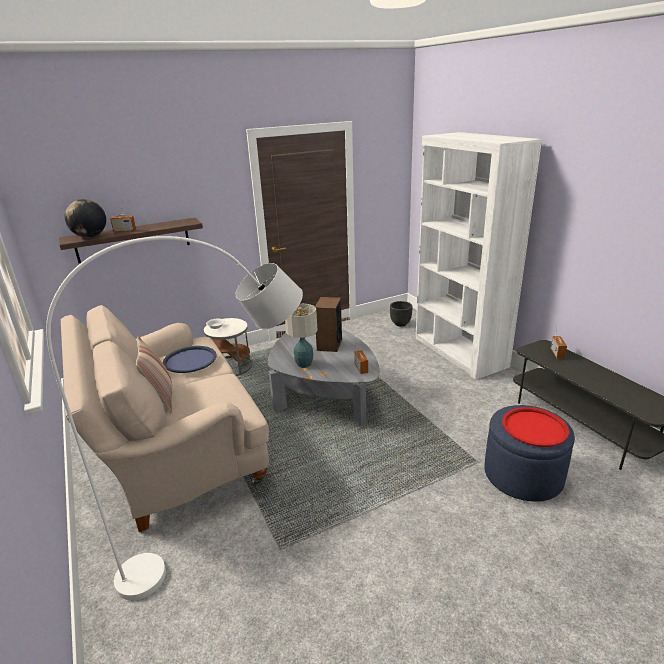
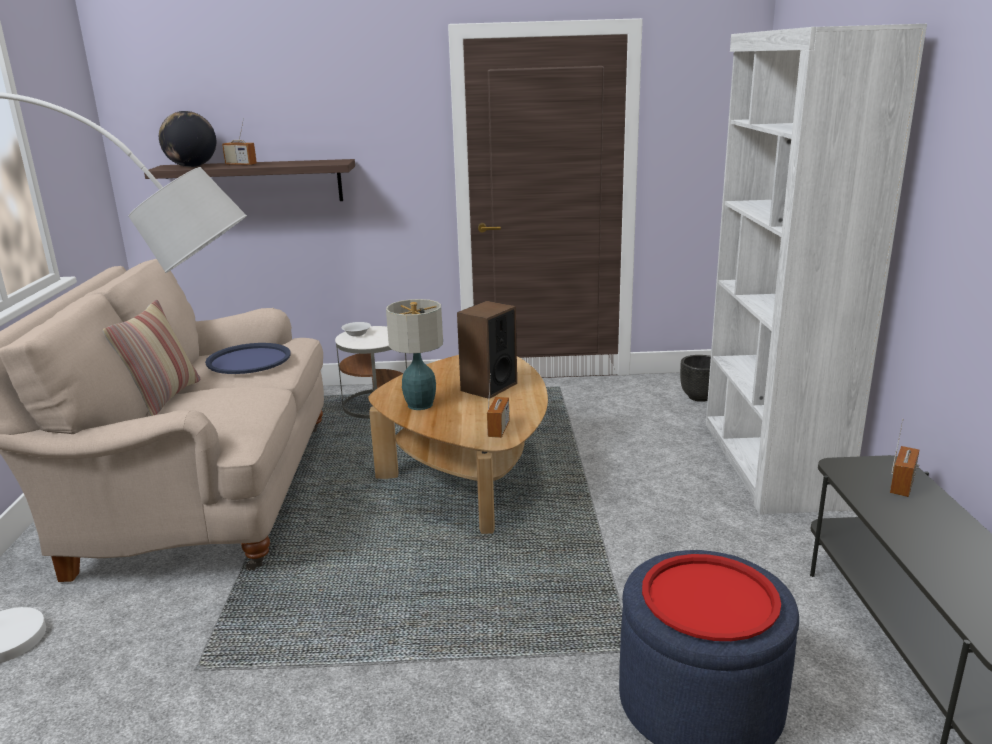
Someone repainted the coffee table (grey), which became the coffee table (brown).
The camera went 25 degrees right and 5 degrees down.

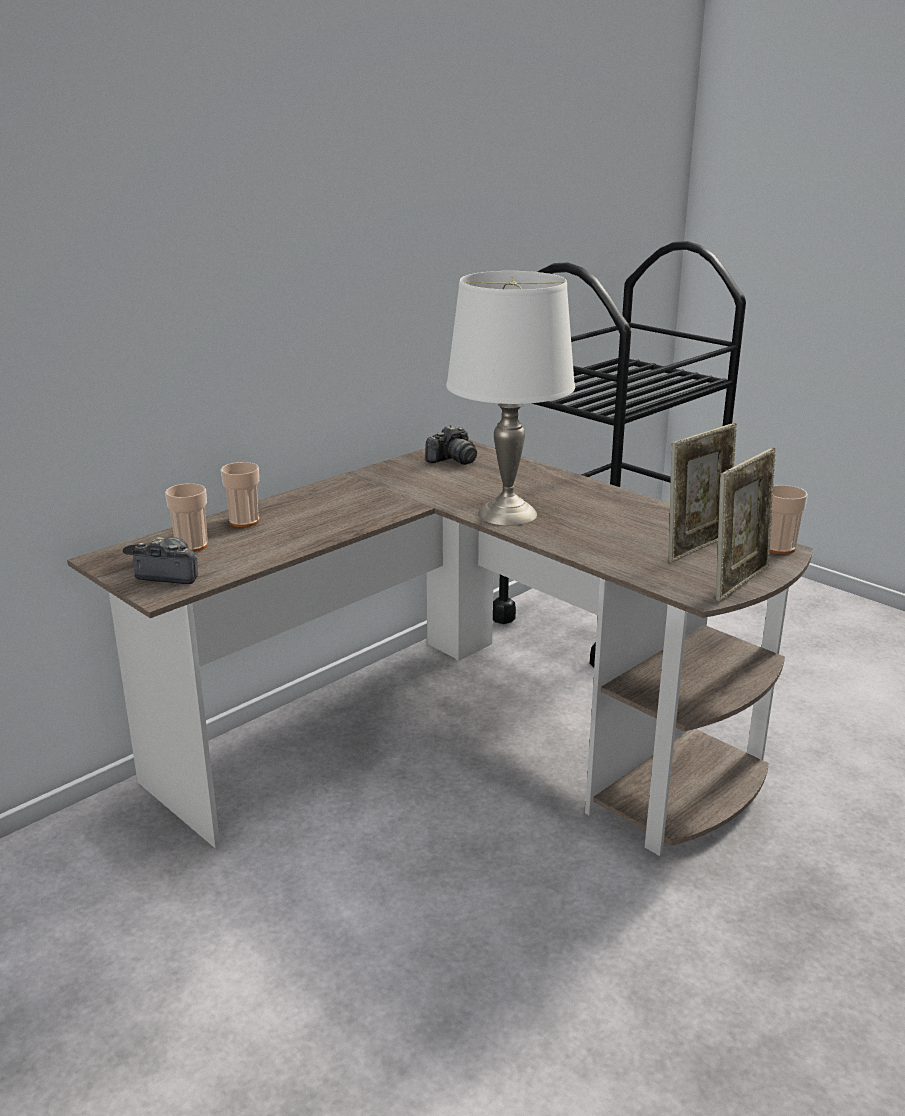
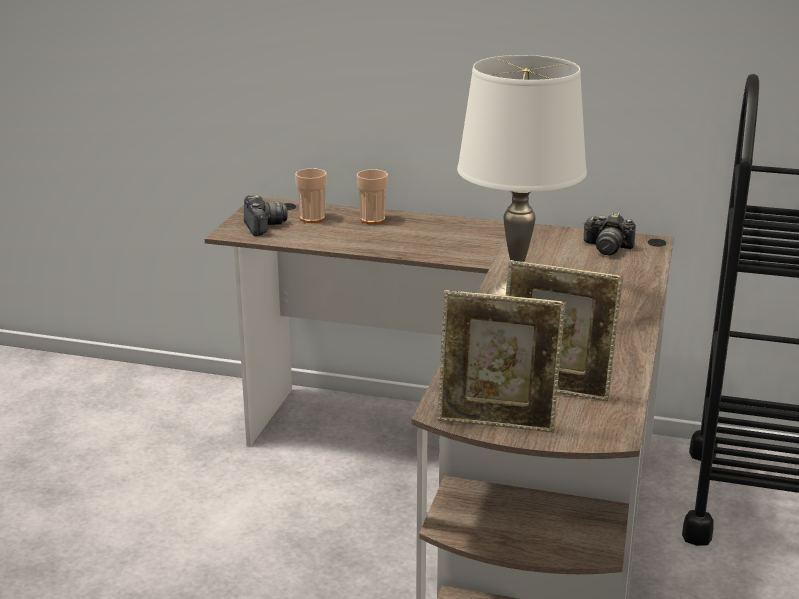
Someone took away the cup (no. 3 from left).
The camera went 60 degrees right and 0 degrees up.

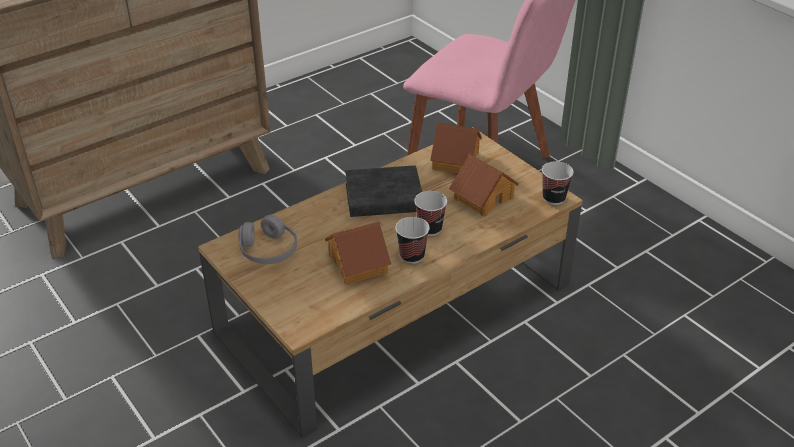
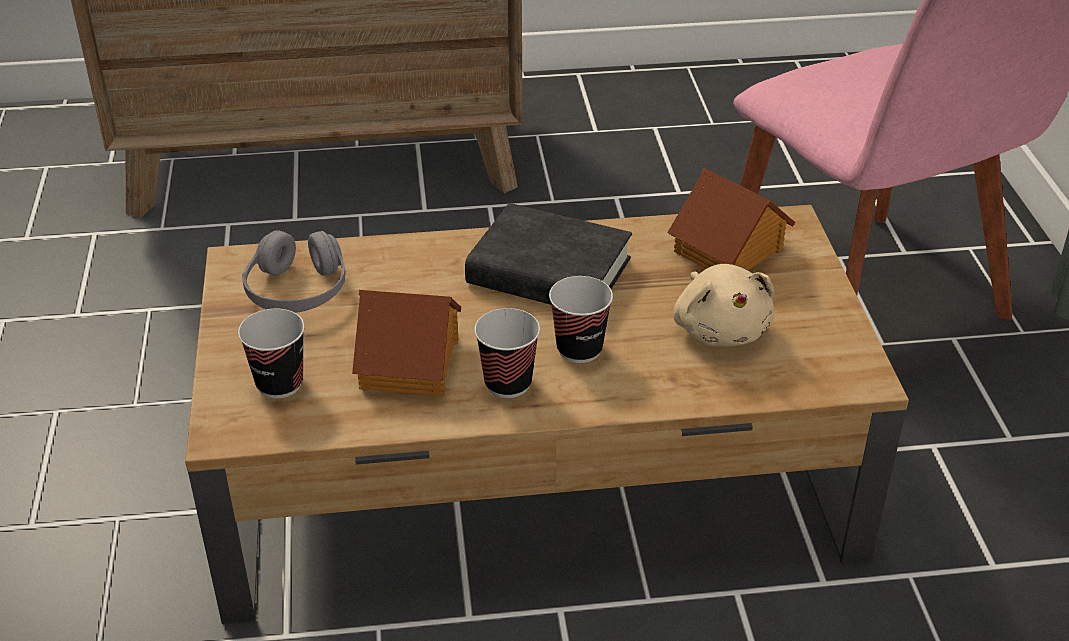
Someone swapped the toy house (no. 3 from left) for the plush toy (beige).
Someone carried the cup (no. 3 from left in the first image).
The camera went 30 degrees right and 0 degrees up.

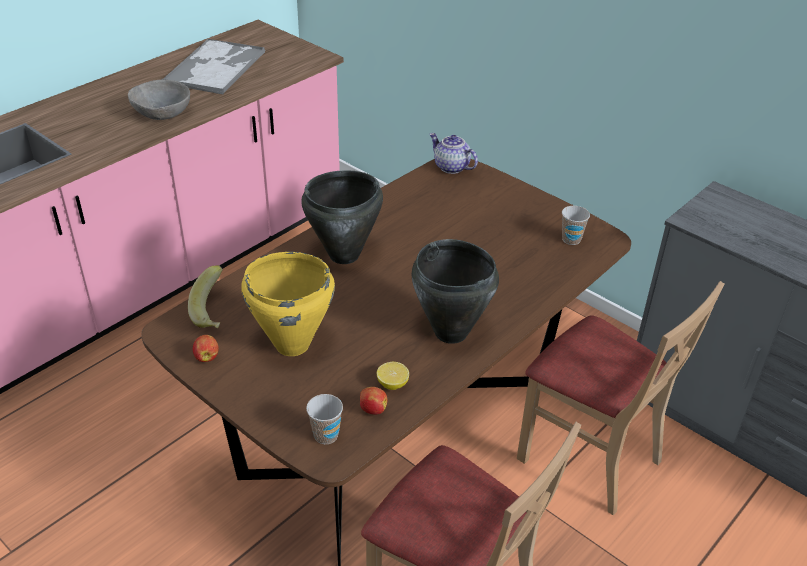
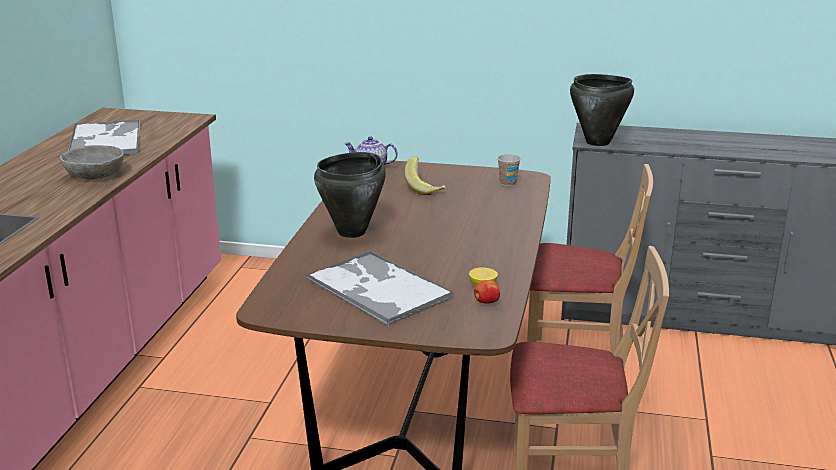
Someone carried the banana.
Someone took away the apple (no. 1 from left).
Someone swapped the cooking pot (yellow) for the tray (no. 2 from left).
Someone took away the cup (no. 1 from left).
Someone carried the cooking pot (black) (no. 2 from left).
The camera went 30 degrees left and 15 degrees down.

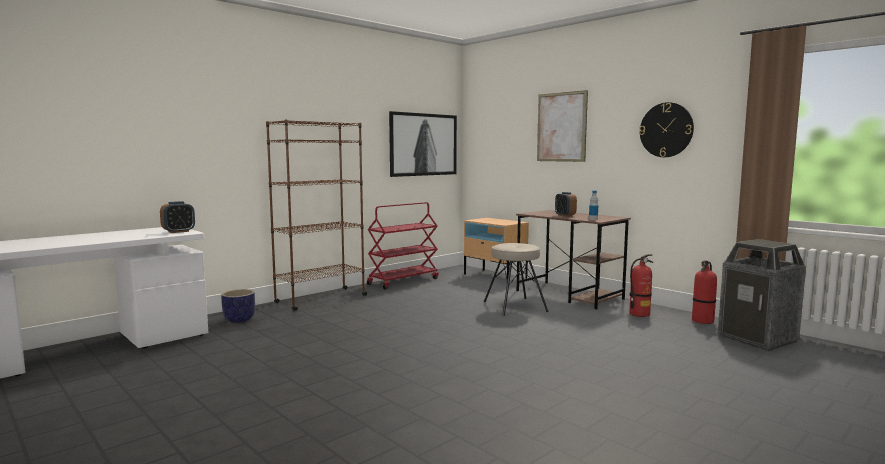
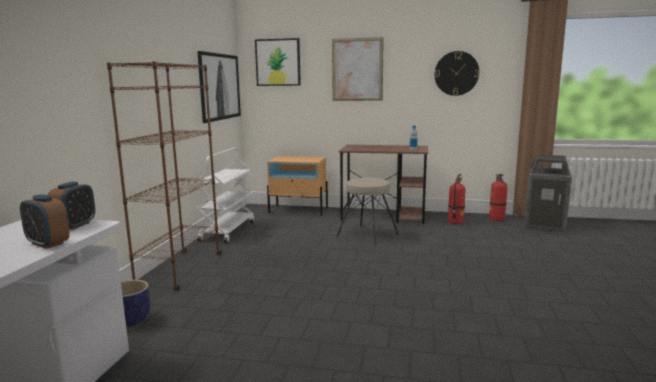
Someone repainted the cart (red), which became the cart (white).
Someone carried the alarm clock (no. 2 from left in the first image).
Someone put up the picture (no. 2 from left).
The camera went 35 degrees left and 5 degrees up.

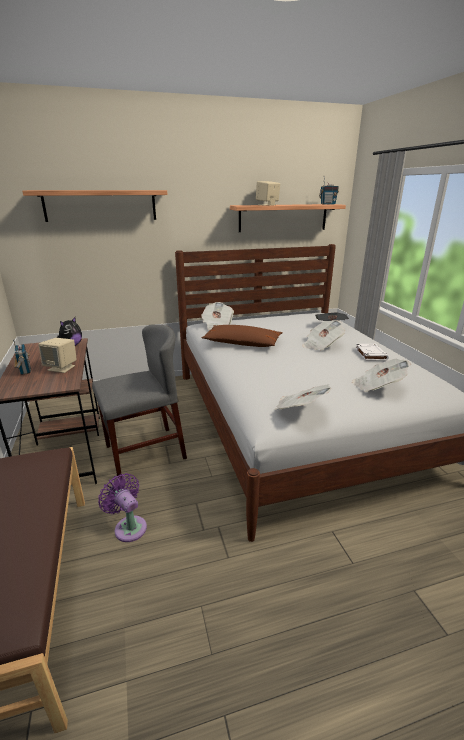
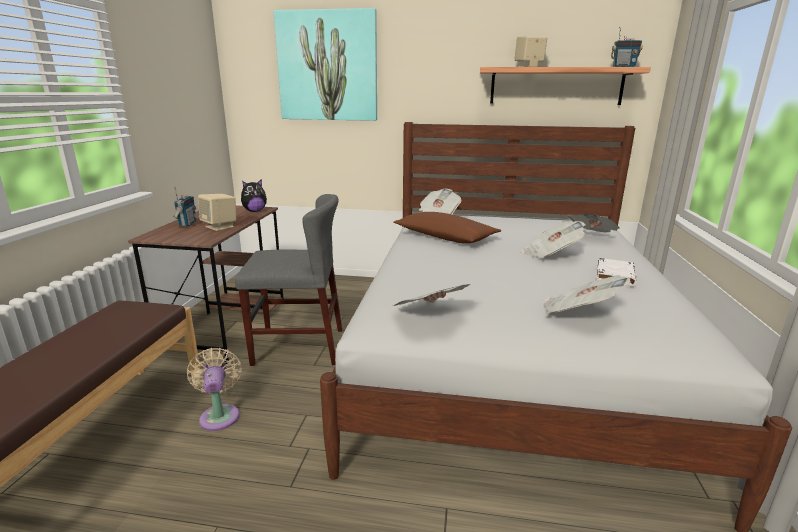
Someone swapped the shelf (no. 1 from left) for the picture.
Someone repainted the fan (purple), which became the fan (beige).
The camera went 25 degrees right and 5 degrees down.

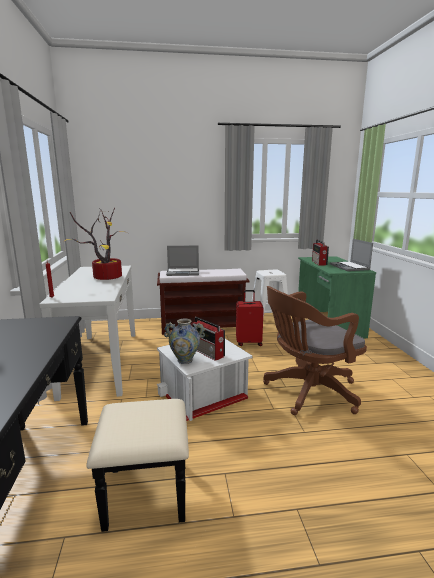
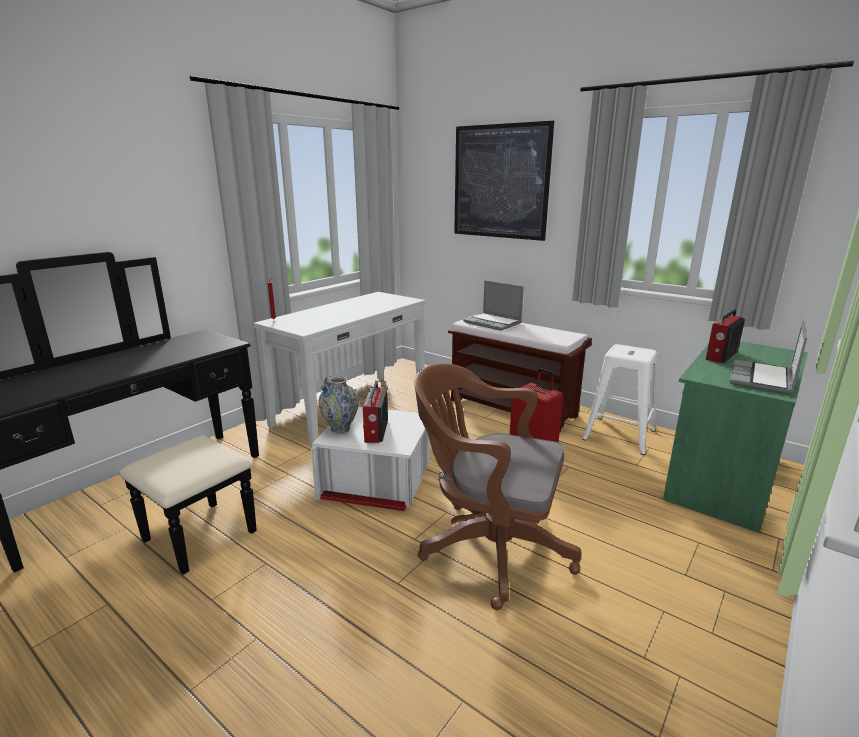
Someone took away the potted plant.
Someone put up the picture.
The camera went 45 degrees right and 5 degrees up.

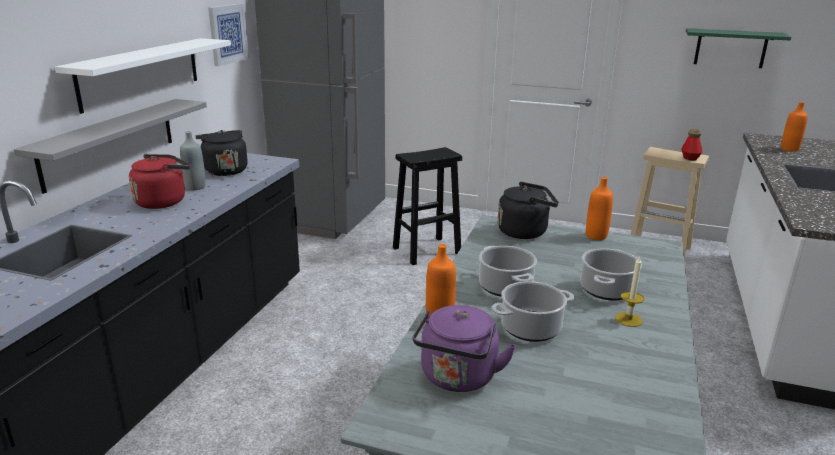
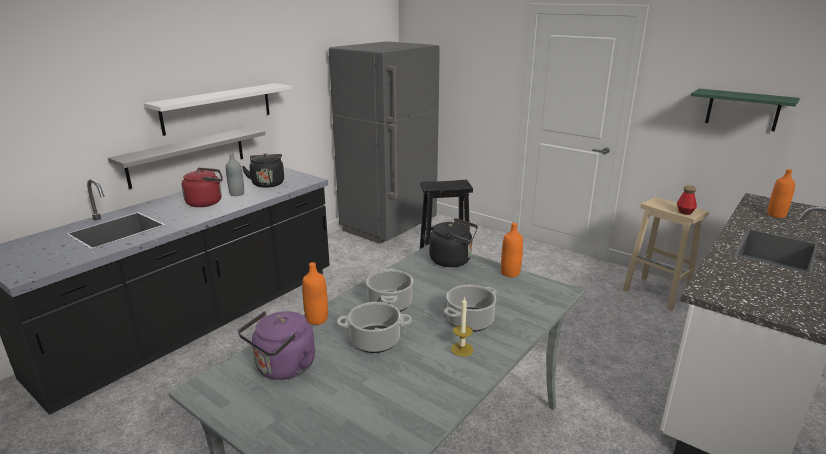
Someone took away the picture.
The camera went 20 degrees right and 0 degrees up.

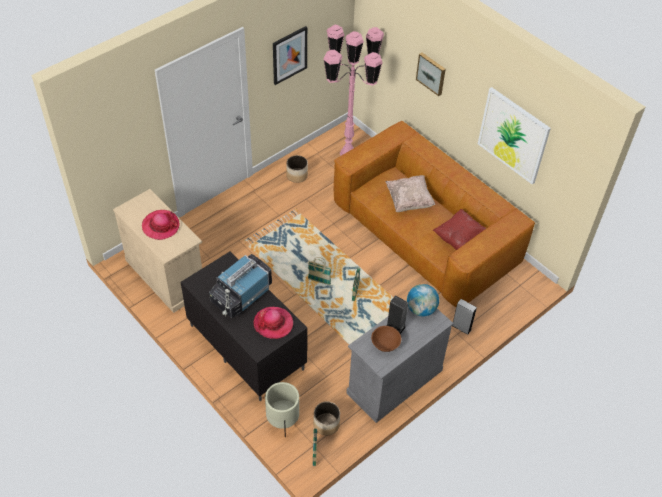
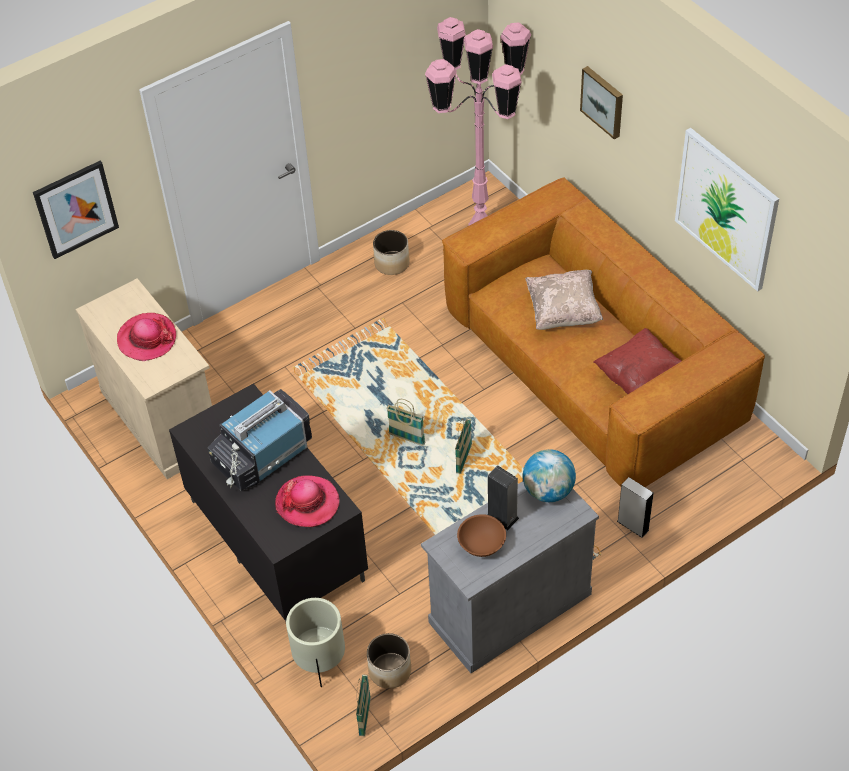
Someone carried the picture (no. 1 from left).
The camera went 10 degrees right and 0 degrees up.

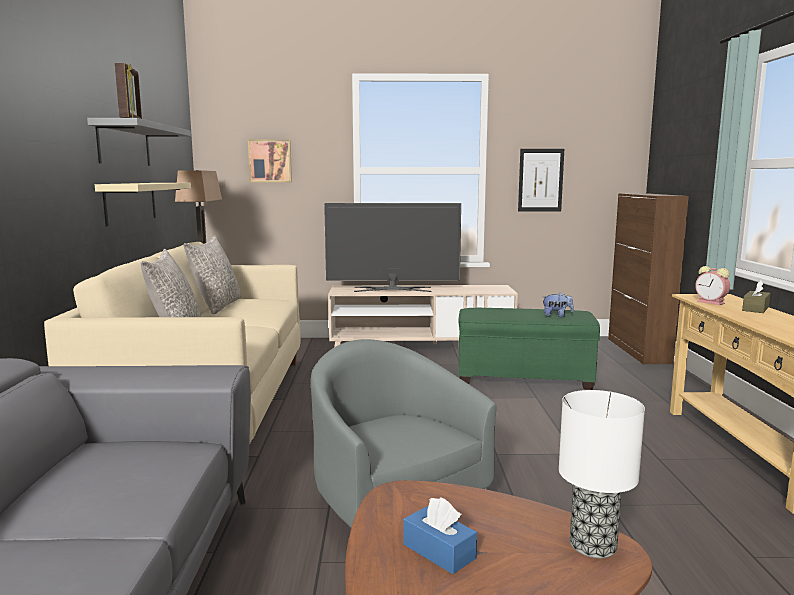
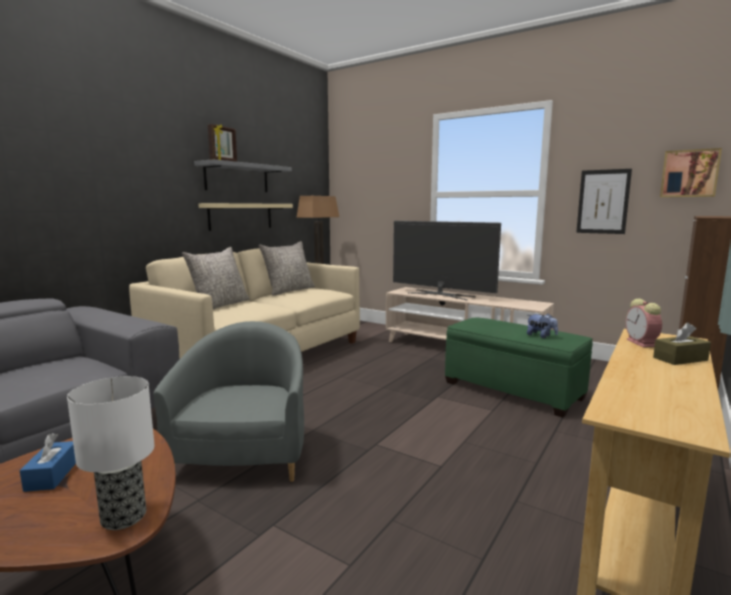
Someone carried the picture (no. 1 from left in the first image).
The camera went 35 degrees right and 0 degrees up.

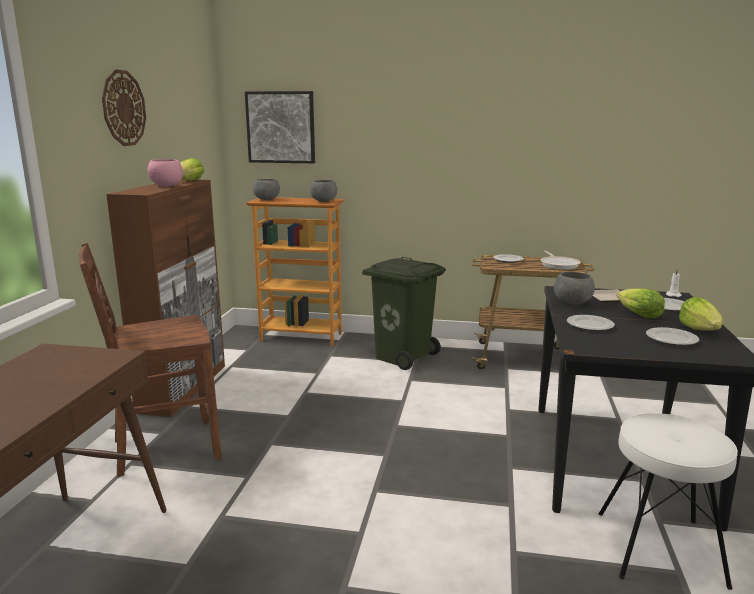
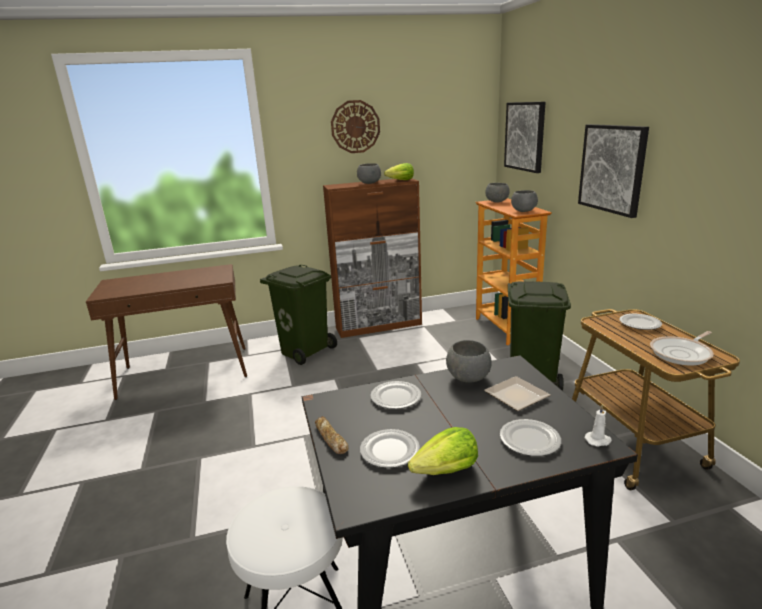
Someone swapped the chair (brown) for the trash can (green) (no. 1 from left).
Someone repainted the bowl (pink), which became the bowl (grey) (no. 1 from left).
Someone took away the lettuce (no. 2 from left).
Someone put down the bread.
Someone put up the picture (no. 2 from left).
The camera went 65 degrees right and 5 degrees up.

